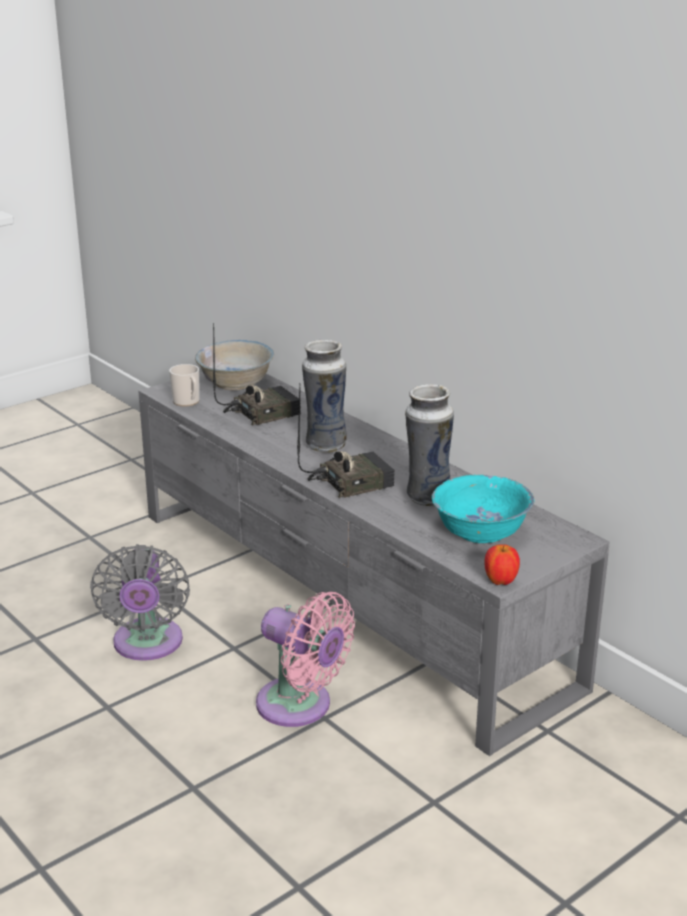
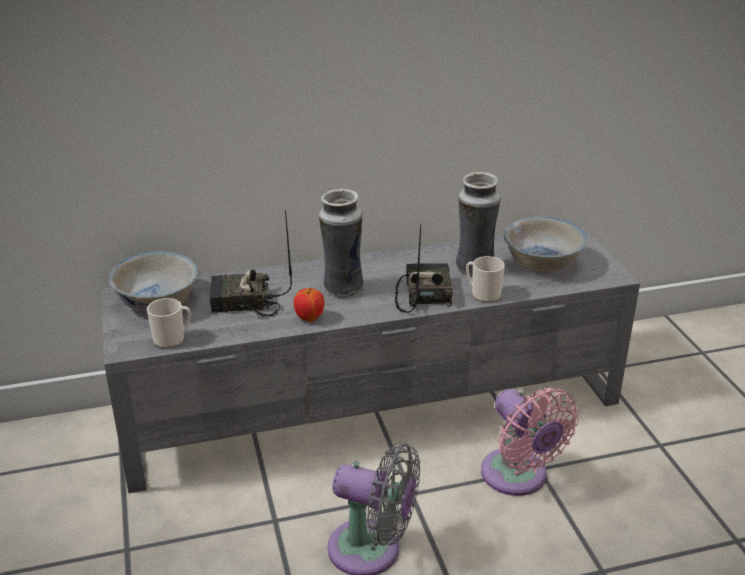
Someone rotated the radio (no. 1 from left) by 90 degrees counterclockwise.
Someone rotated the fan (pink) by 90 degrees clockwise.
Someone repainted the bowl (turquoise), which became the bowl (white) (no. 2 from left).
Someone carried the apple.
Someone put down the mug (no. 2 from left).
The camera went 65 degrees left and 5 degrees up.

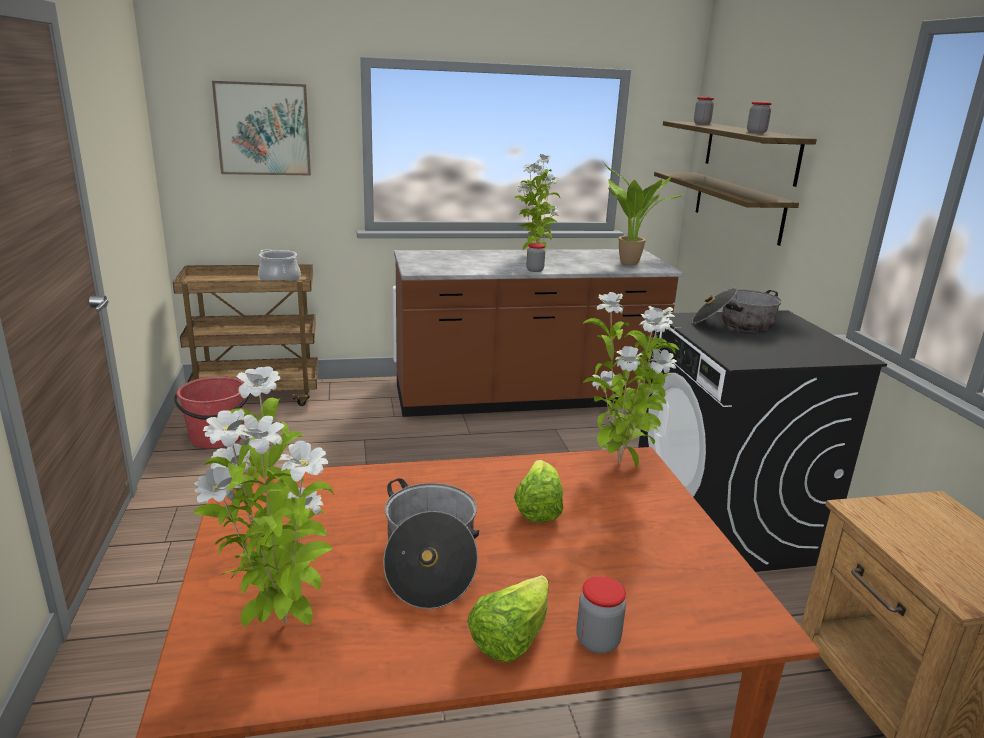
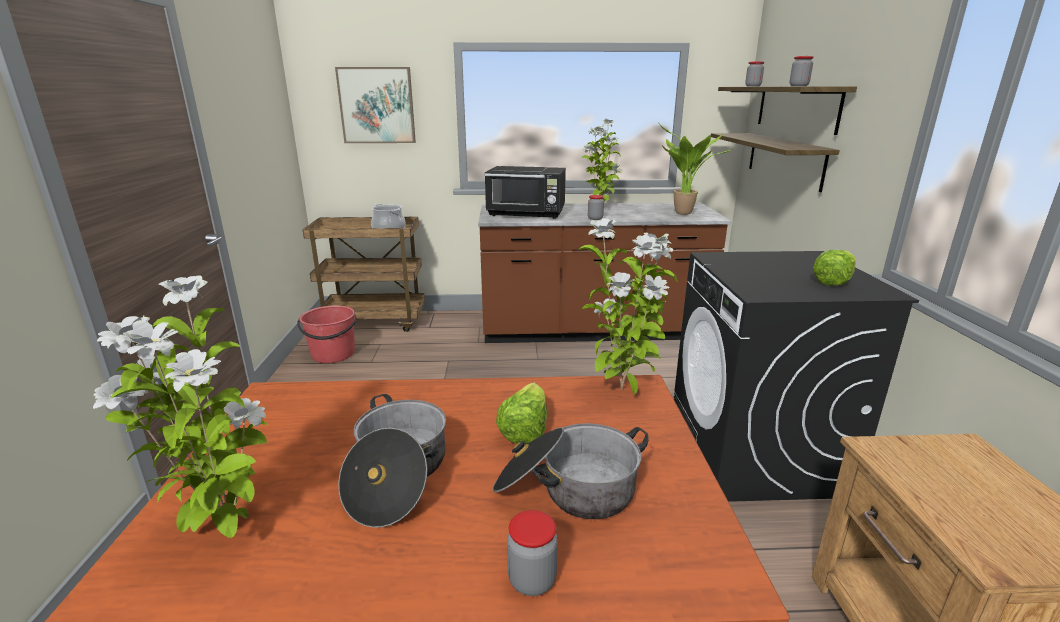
Someone carried the lettuce (no. 1 from left in the first image).
Someone carried the cooking pot (no. 3 from left).
Someone put down the microwave (black).
The camera went 10 degrees right and 0 degrees up.

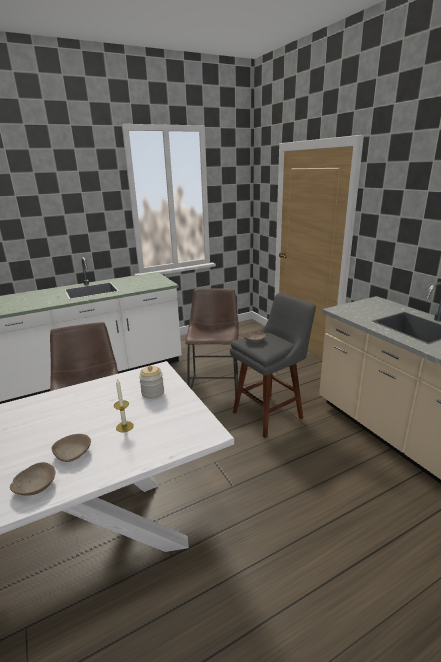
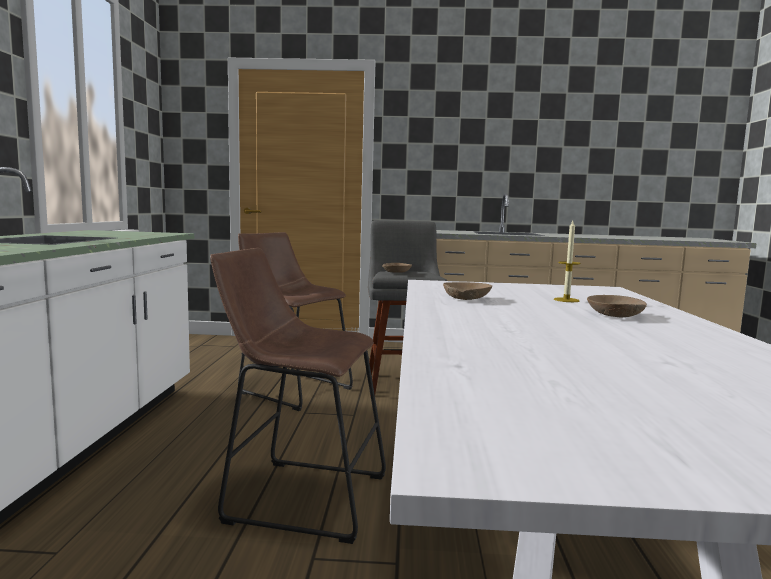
Someone carried the bowl (beige) (no. 1 from left in the first image).
Someone took away the jar.
The camera went 60 degrees left and 15 degrees down.

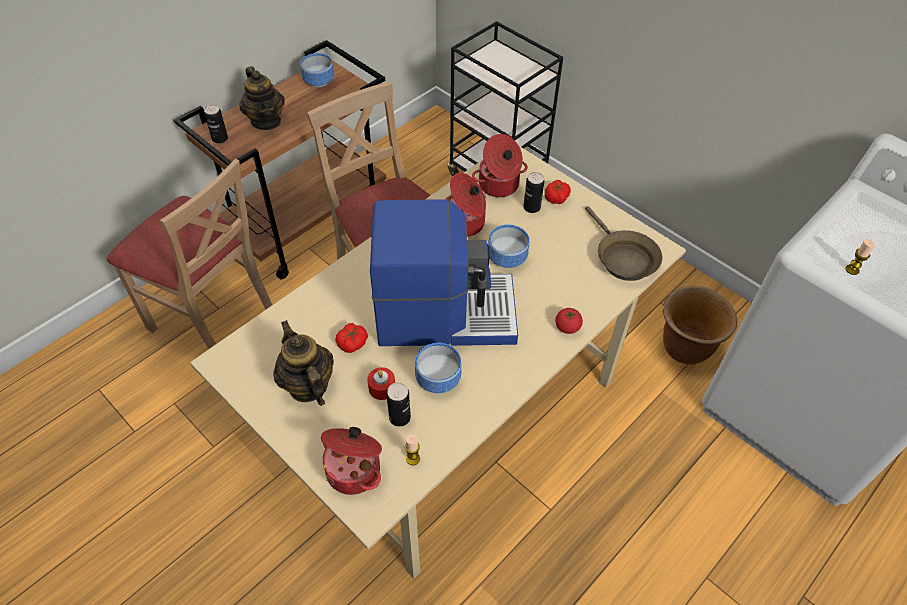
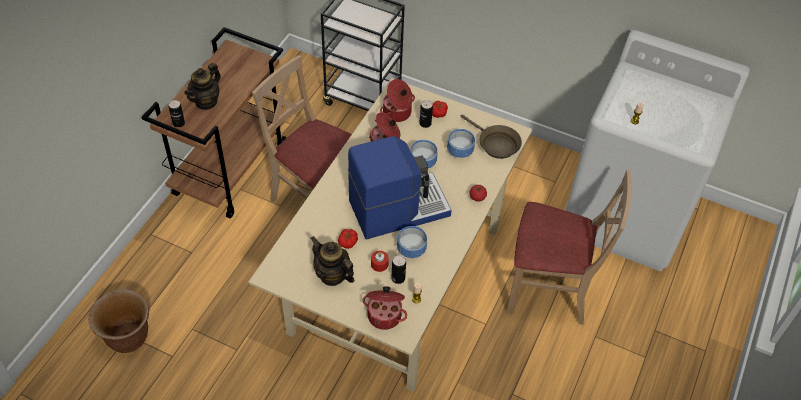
Someone carried the chair (beige) (no. 1 from left in the first image).
Someone rotated the teapot (no. 1 from left) by 75 degrees clockwise.
Someone carried the bowl (no. 1 from left in the first image).
Someone carried the planter (brown).
The camera went 20 degrees left and 0 degrees up.

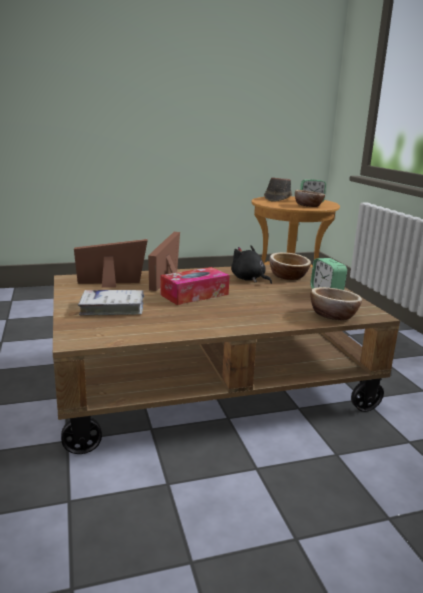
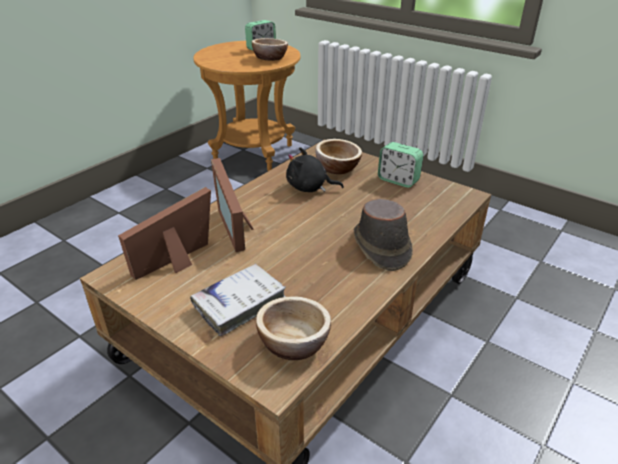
Someone took away the tissue box.
Someone carried the hat (brown).
Someone carried the bowl (no. 3 from left in the first image).
The camera went 35 degrees left and 15 degrees up.

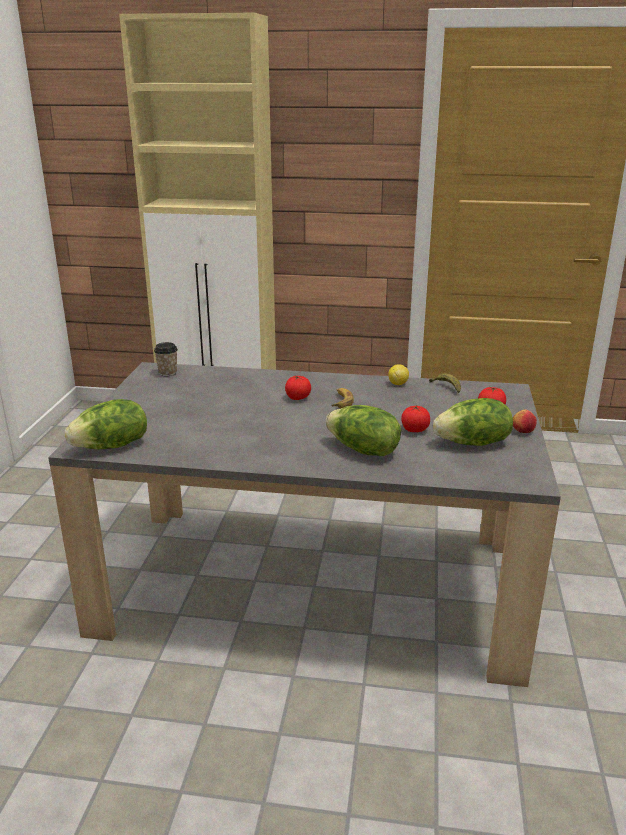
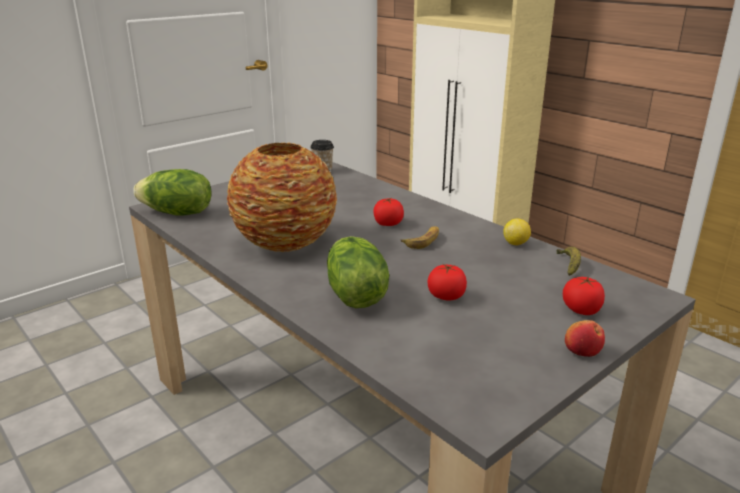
Someone took away the lettuce (no. 3 from left).
Someone put down the vase.
The camera went 40 degrees right and 0 degrees up.

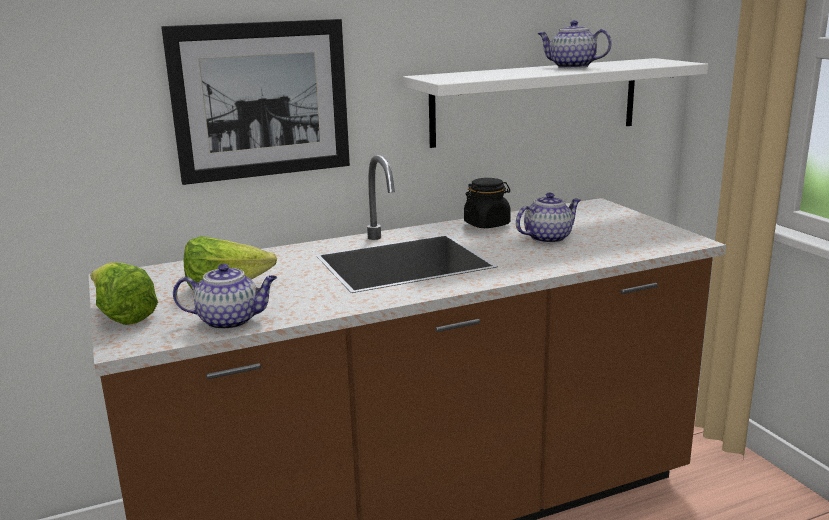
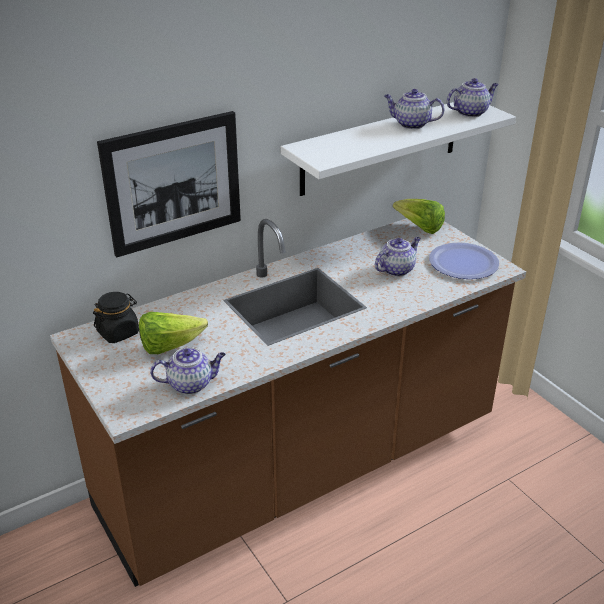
Someone carried the lettuce (no. 1 from left in the first image).
Someone carried the jar (black).
Someone put down the plate.
Someone put down the teapot (no. 4 from left).
The camera went 10 degrees left and 15 degrees up.

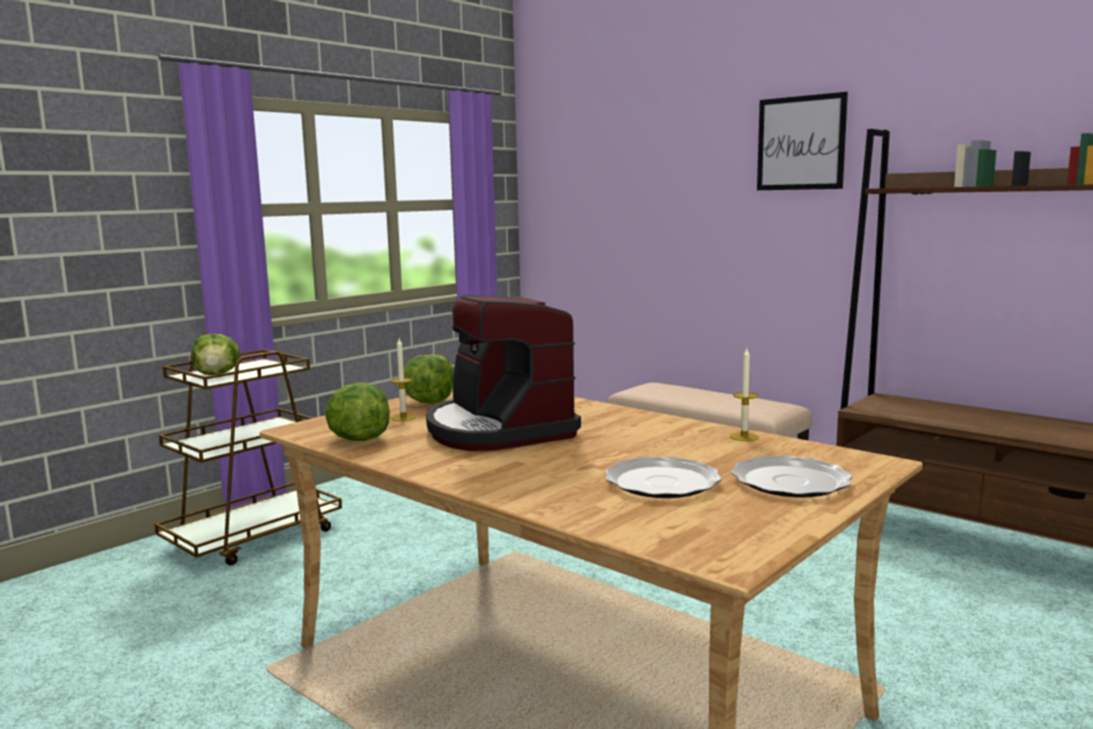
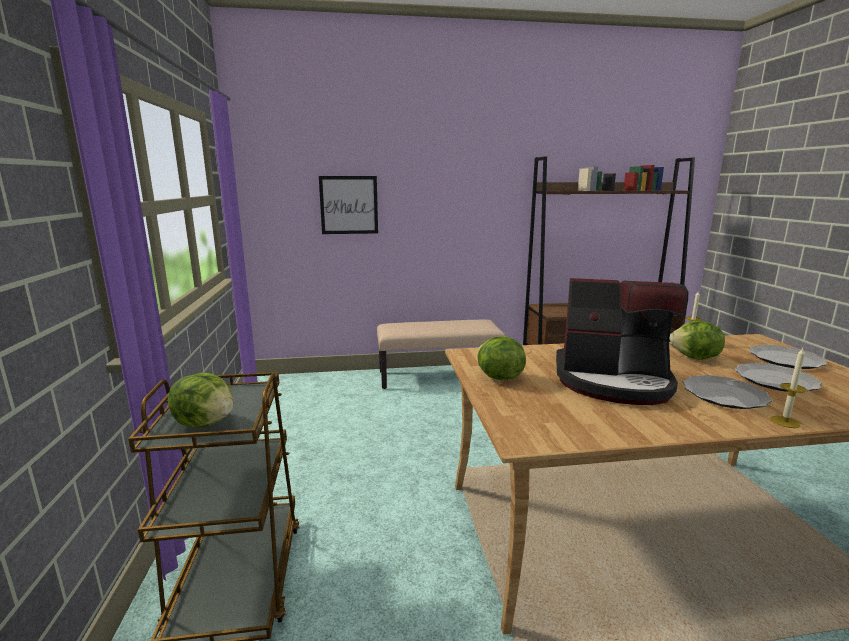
Someone carried the lettuce (no. 2 from left in the first image).
Someone carried the candle (no. 1 from left in the first image).
Someone carried the picture.
Someone put down the plate (no. 1 from left).
The camera went 50 degrees left and 5 degrees up.

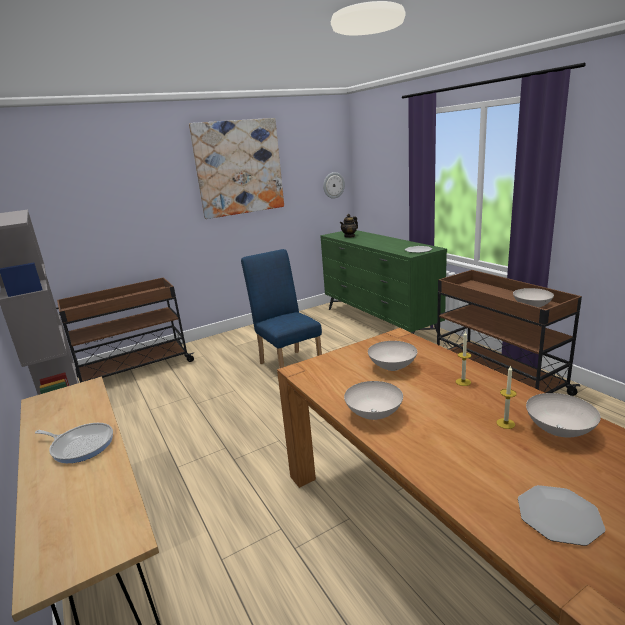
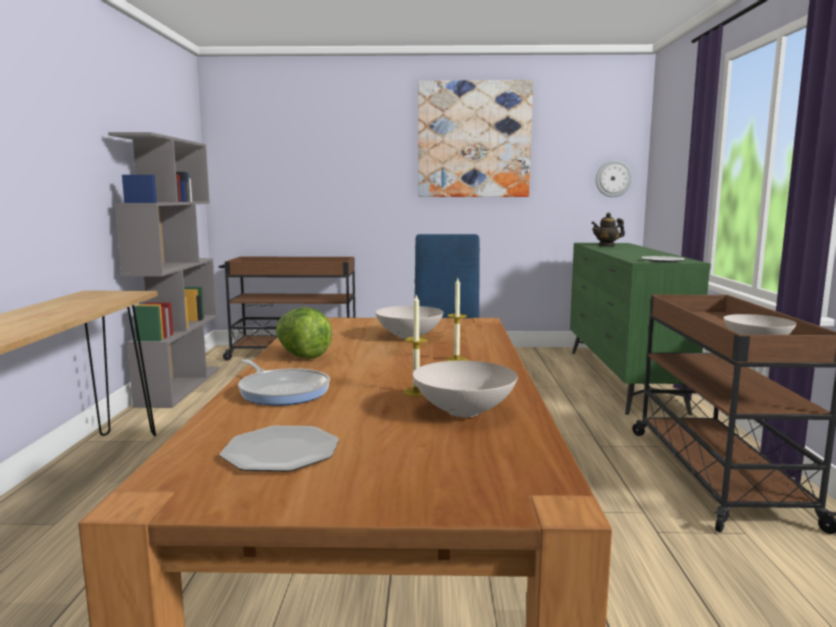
Someone carried the frying pan.
Someone swapped the bowl (white) (no. 1 from left) for the lettuce.
The camera went 30 degrees right and 10 degrees down.

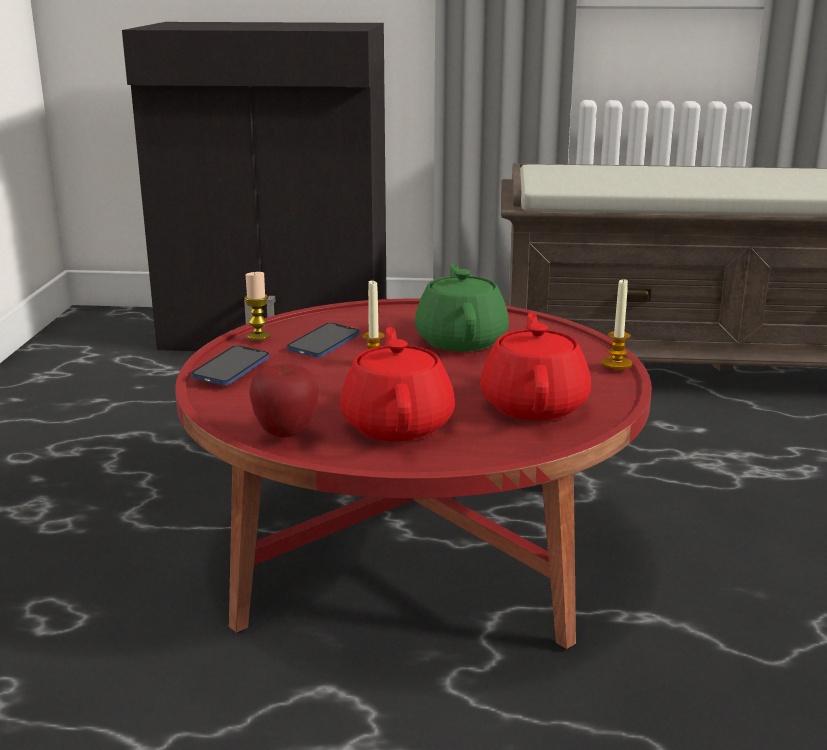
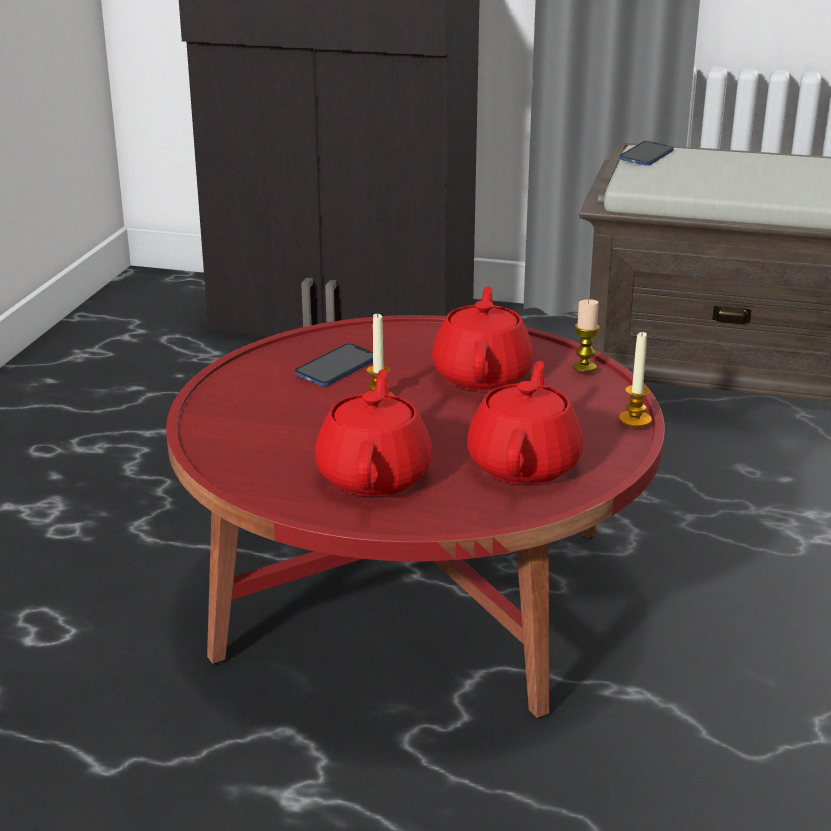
Someone carried the phone (no. 1 from left in the first image).
Someone carried the candle (no. 1 from left in the first image).
Someone took away the apple.
Someone repainted the teapot (green), which became the teapot (red) (no. 2 from left).
The camera went 10 degrees right and 5 degrees up.

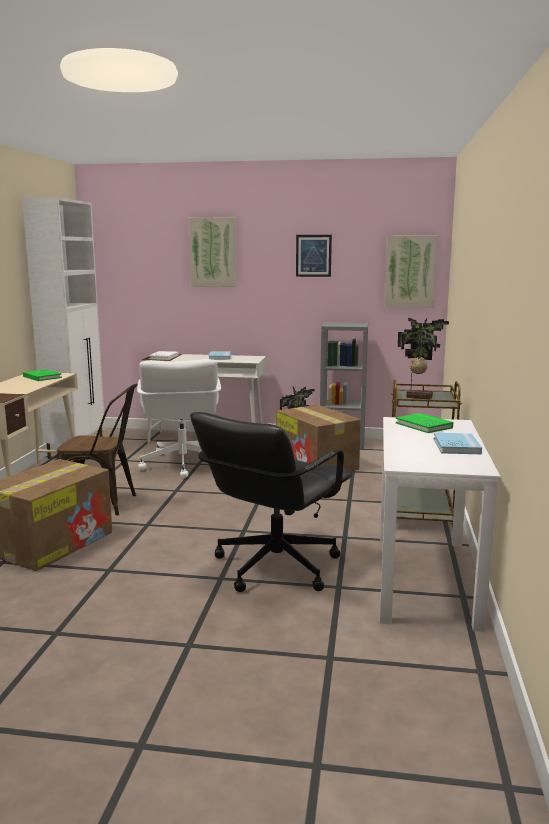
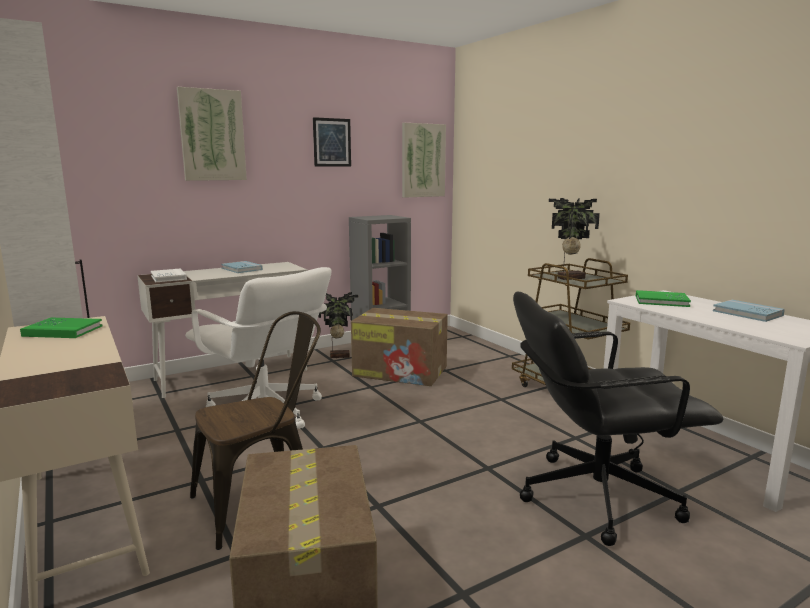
Someone rotated the office chair (black) by 90 degrees clockwise.
The camera went 40 degrees left and 0 degrees up.

